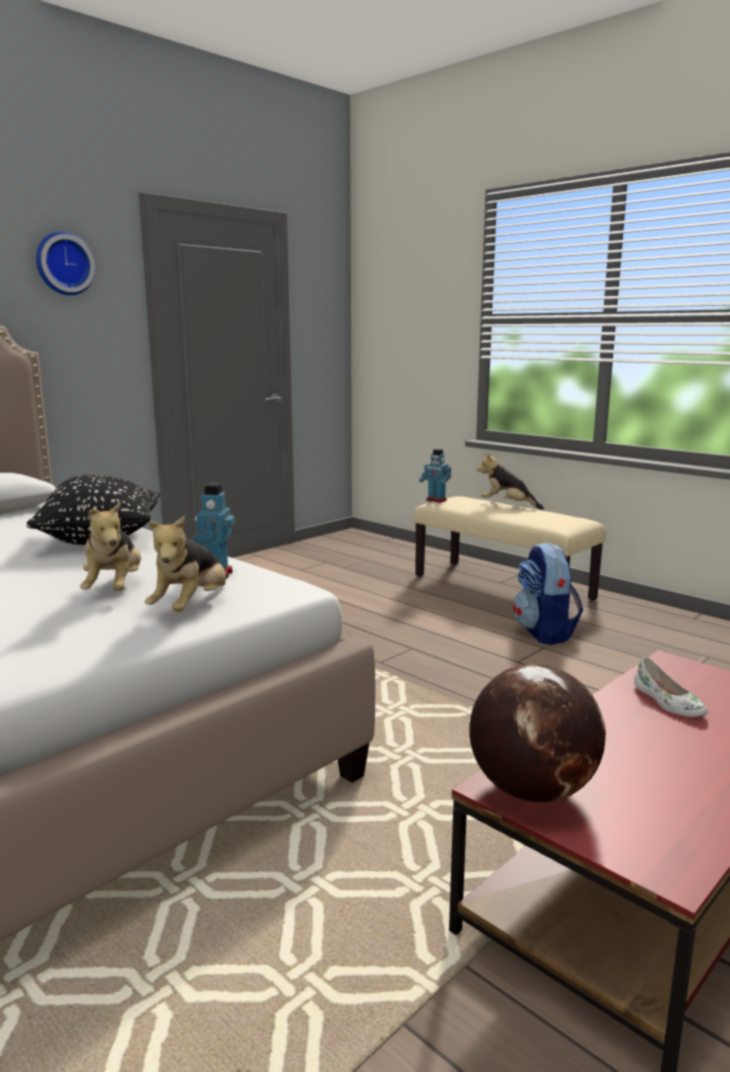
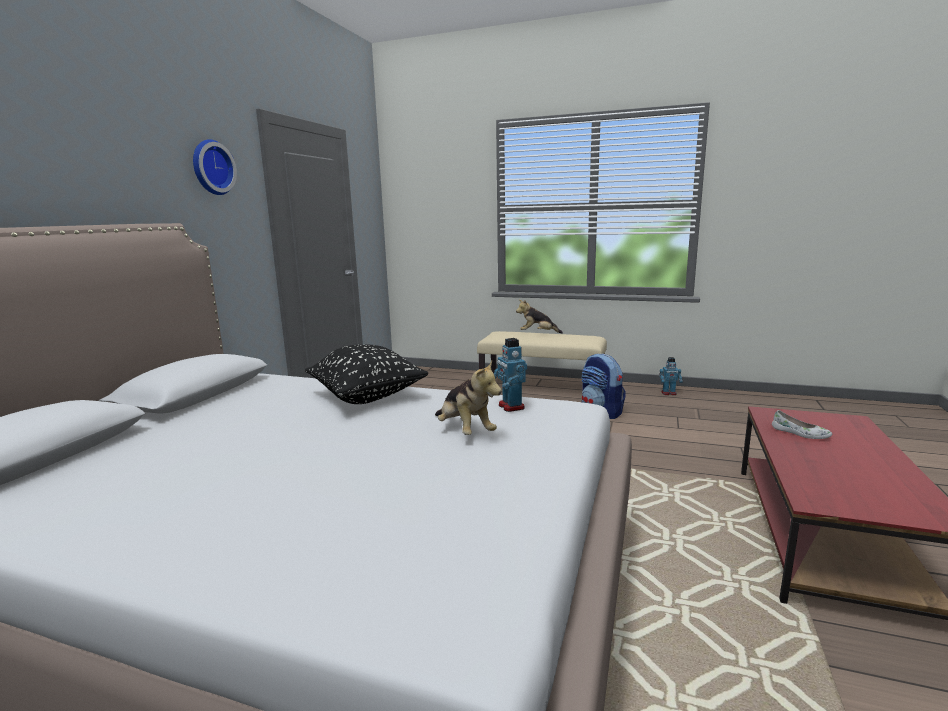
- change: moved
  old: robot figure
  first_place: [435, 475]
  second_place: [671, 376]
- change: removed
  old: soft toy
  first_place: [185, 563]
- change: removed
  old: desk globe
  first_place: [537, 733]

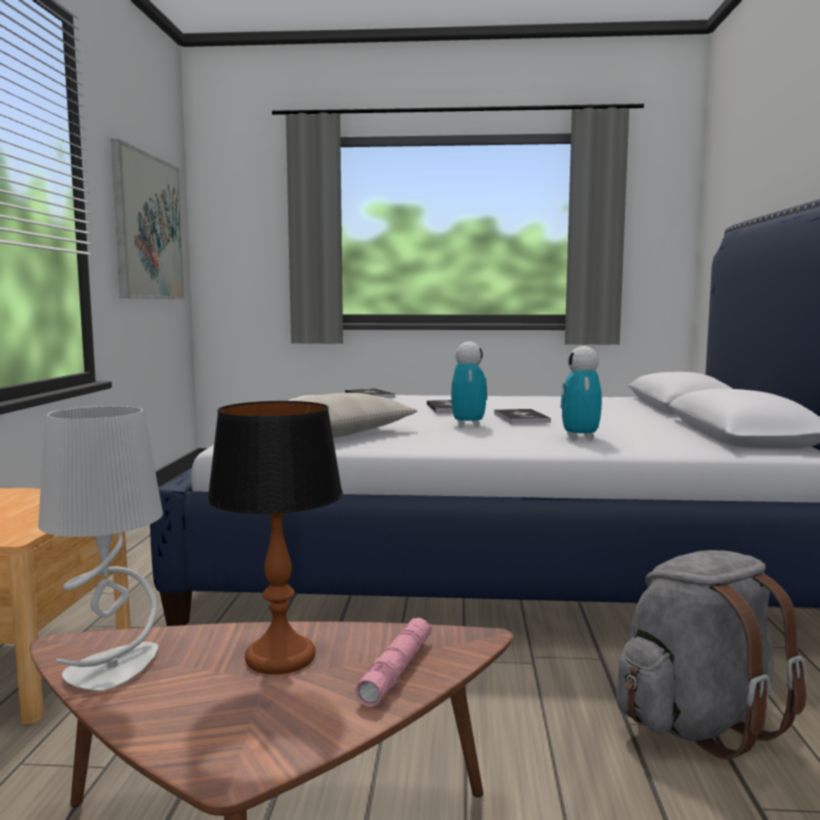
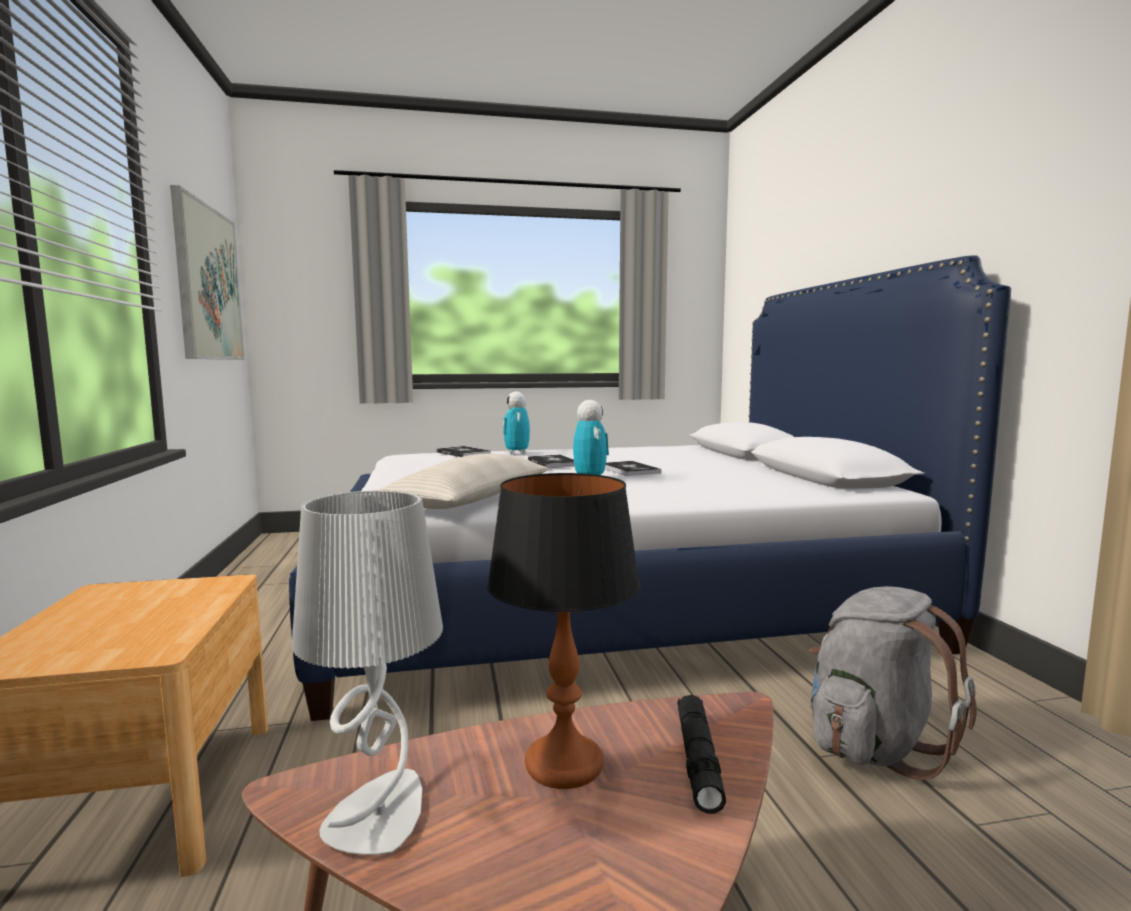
- change: moved
  old: robot figure
  first_place: [581, 393]
  second_place: [516, 422]
- change: recoloured
  old: pink-coloured flashlight
  new: black flashlight
  first_place: [393, 662]
  second_place: [701, 754]

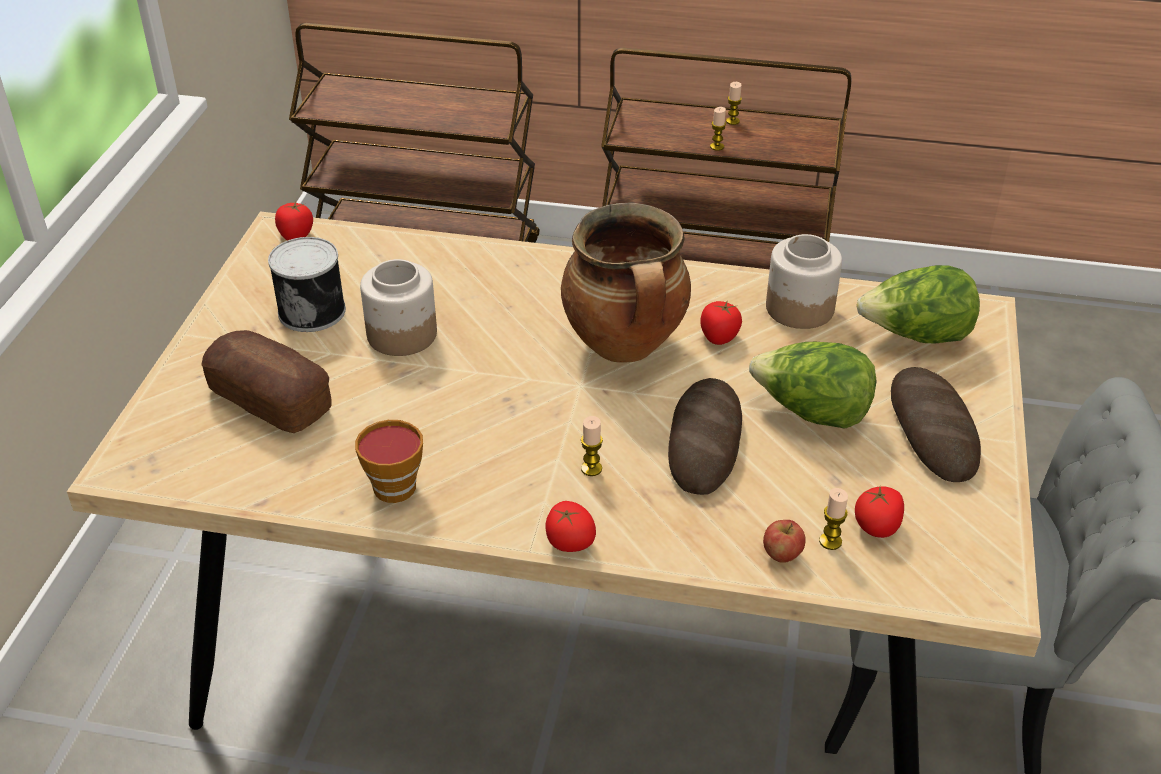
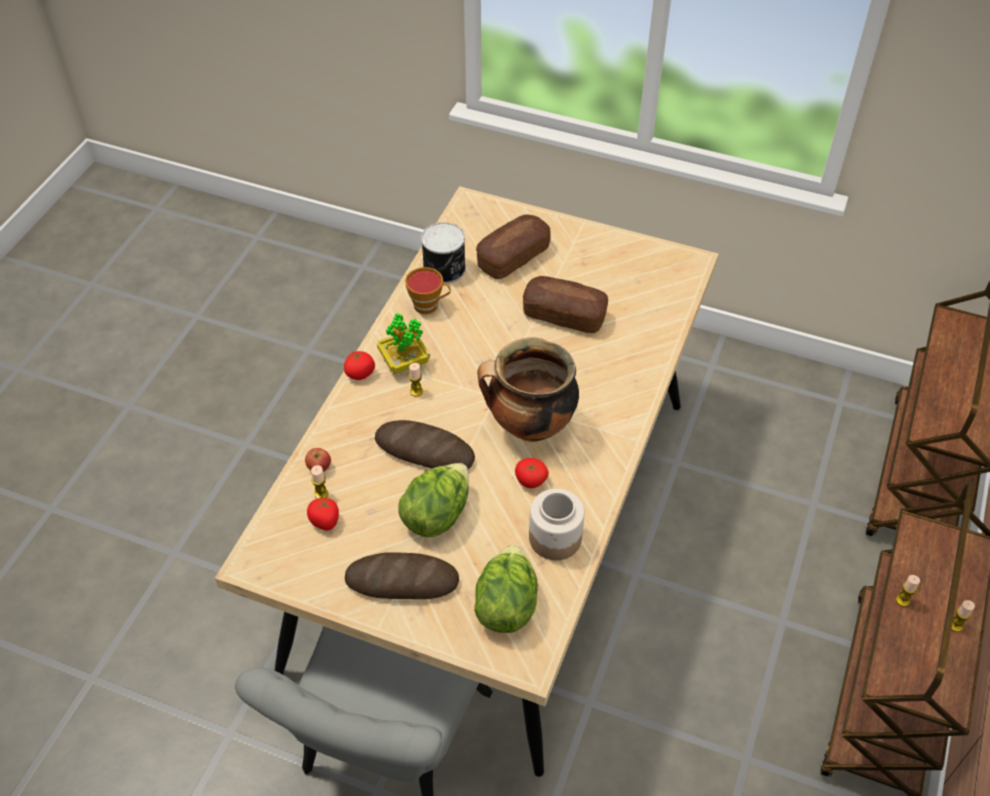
- change: removed
  old: tomato
  first_place: [294, 220]
- change: moved
  old: sealed can
  first_place: [307, 284]
  second_place: [443, 253]
- change: replaced
  old: jar
  new: baked bread
  first_place: [398, 307]
  second_place: [565, 304]
- change: added
  new: plant in a pot
  second_place: [403, 343]

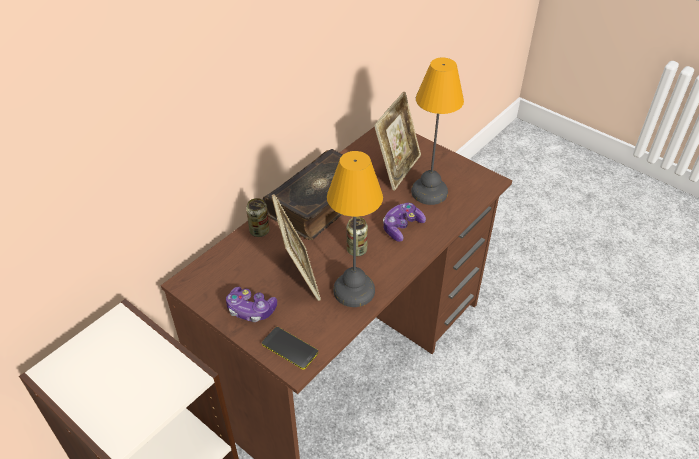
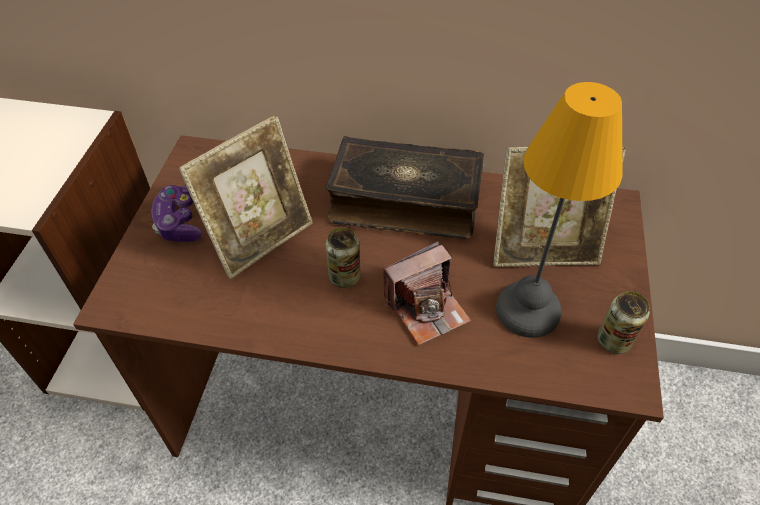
- change: removed
  old: lamp for a table
  first_place: [355, 229]
- change: moved
  old: sealed can
  first_place: [257, 217]
  second_place: [623, 322]
- change: replaced
  old: gamepad
  new: still camera
  first_place: [404, 222]
  second_place: [427, 293]
- change: removed
  old: phone
  first_place: [290, 348]

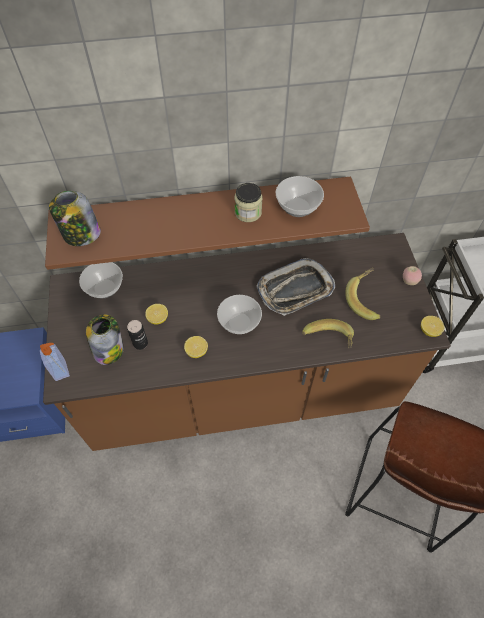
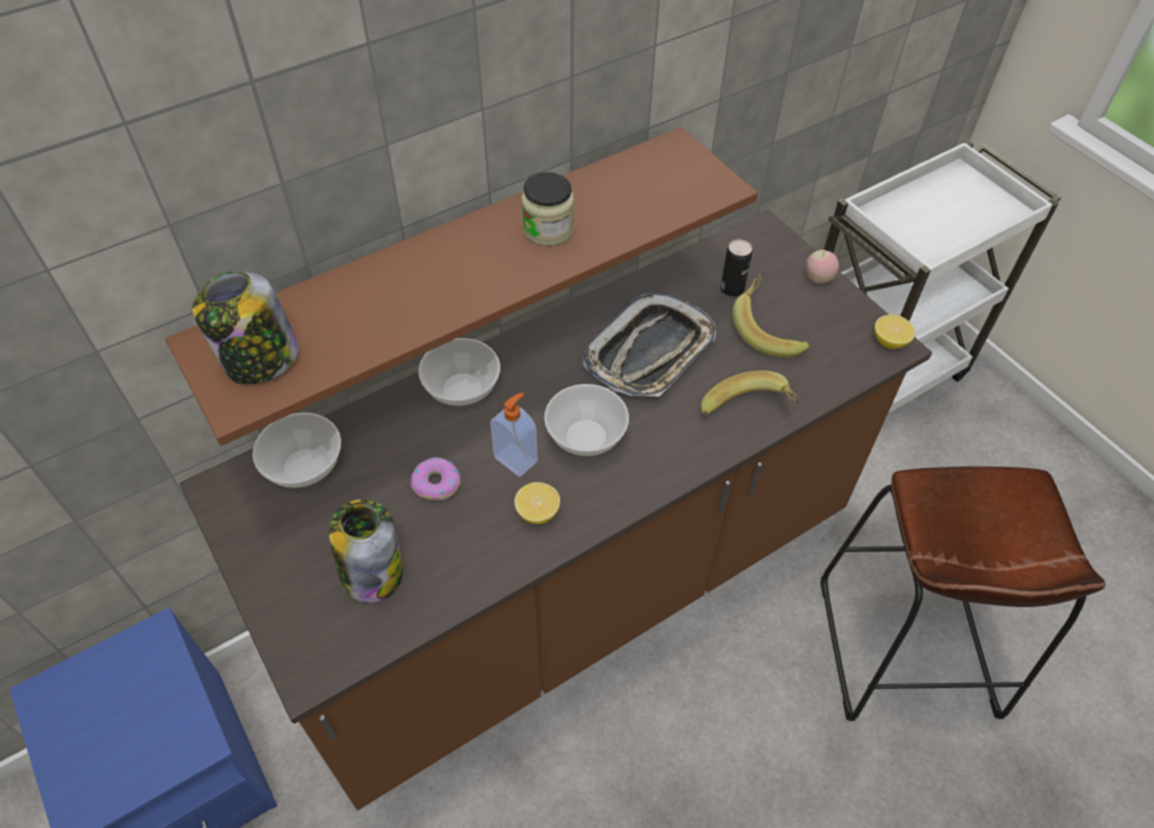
- change: moved
  old: bowl
  first_place: [300, 196]
  second_place: [459, 372]
- change: replaced
  old: lemon
  new: doughnut
  first_place: [156, 314]
  second_place: [435, 479]
- change: moved
  old: sealed can
  first_place: [137, 335]
  second_place: [736, 268]
- change: moved
  old: liquid soap bottle
  first_place: [55, 362]
  second_place: [514, 435]

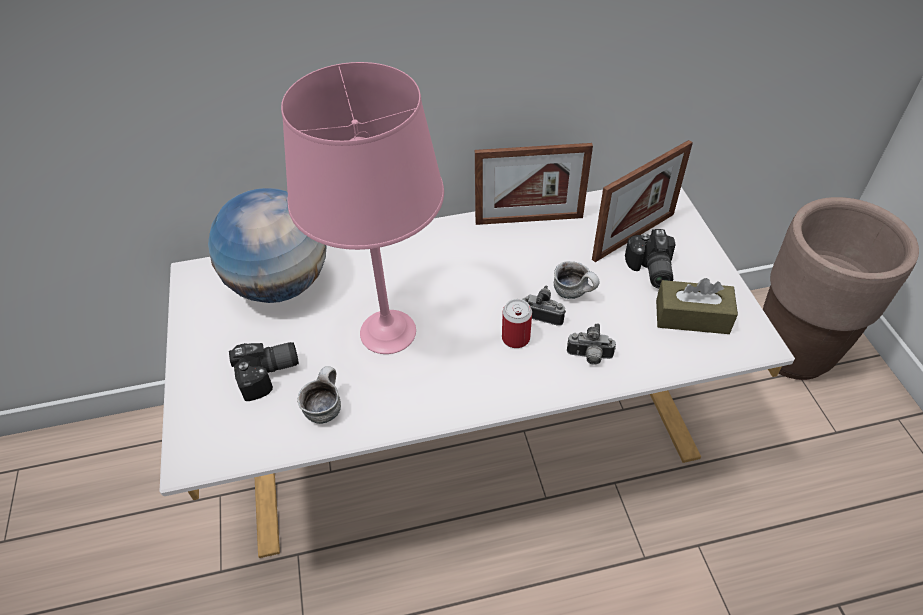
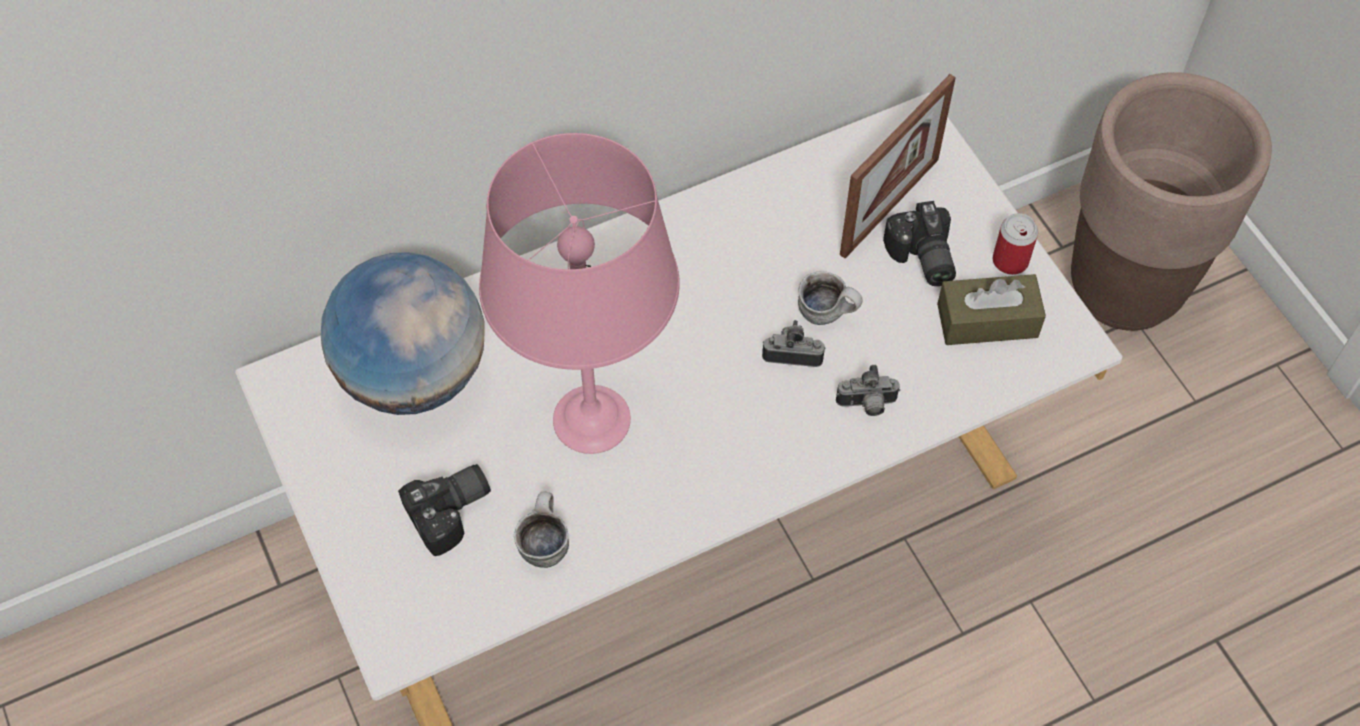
- change: removed
  old: photo frame
  first_place: [534, 184]
- change: moved
  old: sealed can
  first_place: [517, 323]
  second_place: [1015, 244]

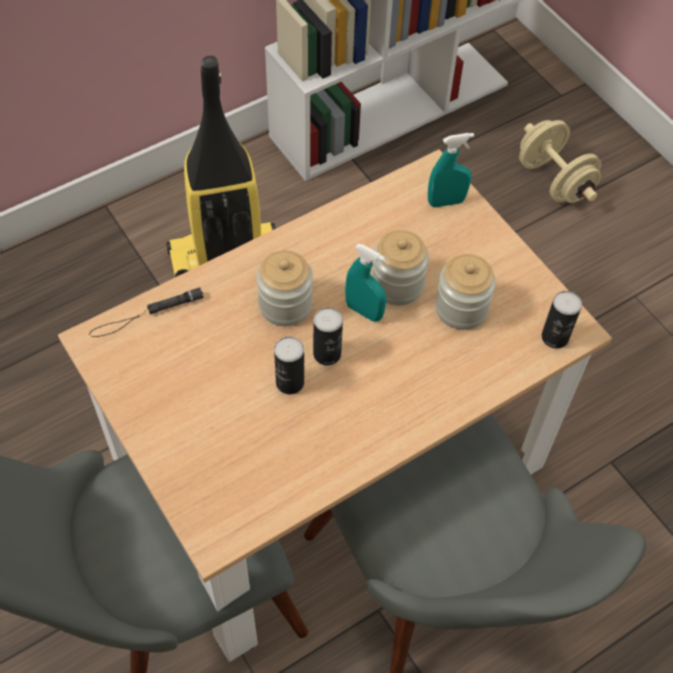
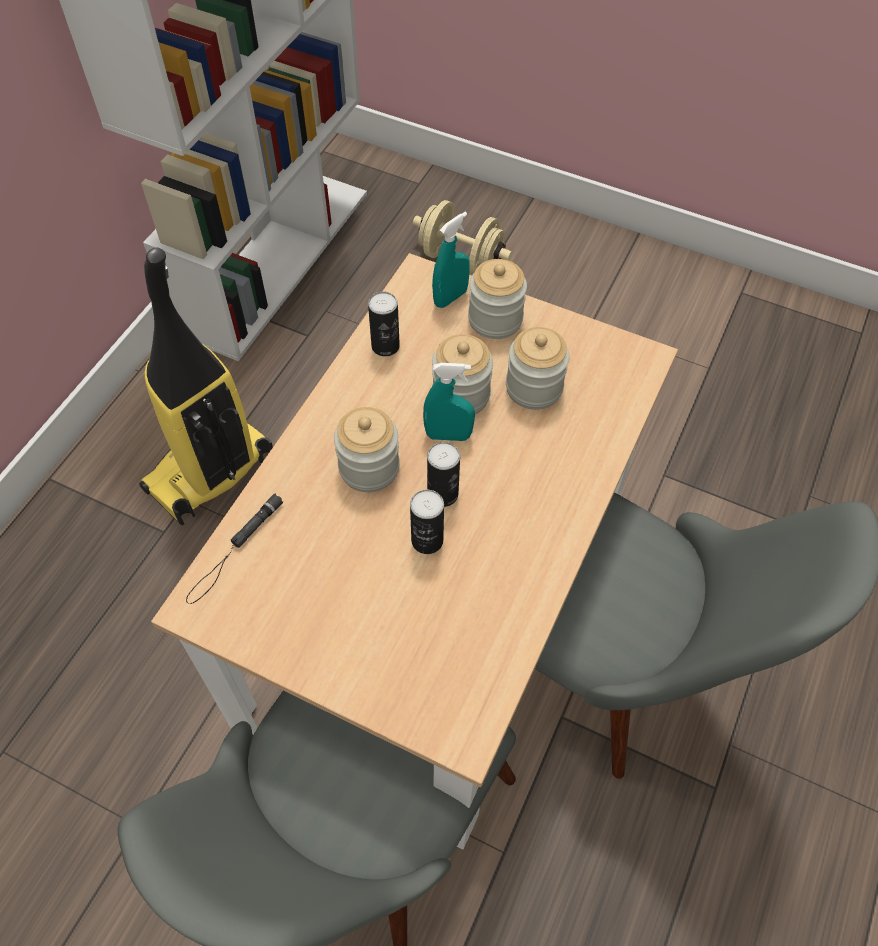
- change: moved
  old: sealed can
  first_place: [561, 320]
  second_place: [384, 324]
- change: added
  new: jar
  second_place: [497, 299]

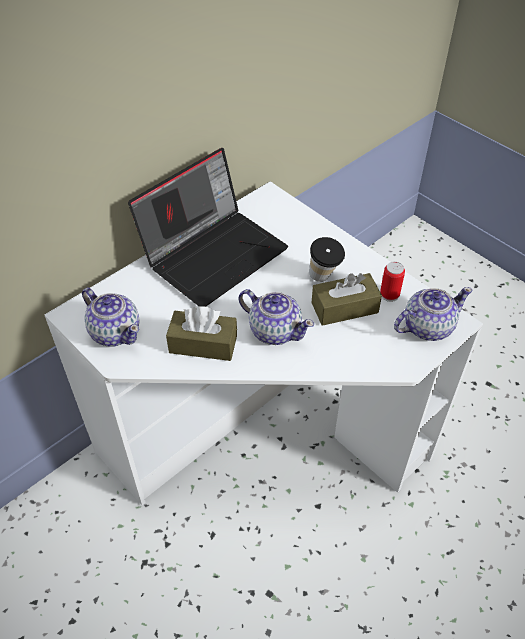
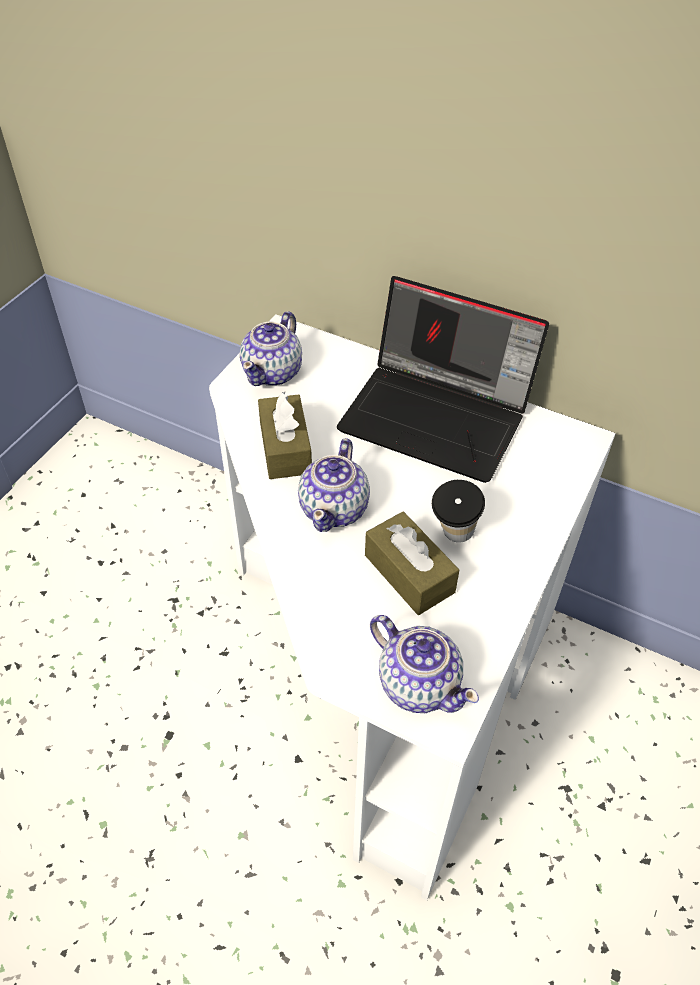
- change: removed
  old: sealed can
  first_place: [392, 281]

